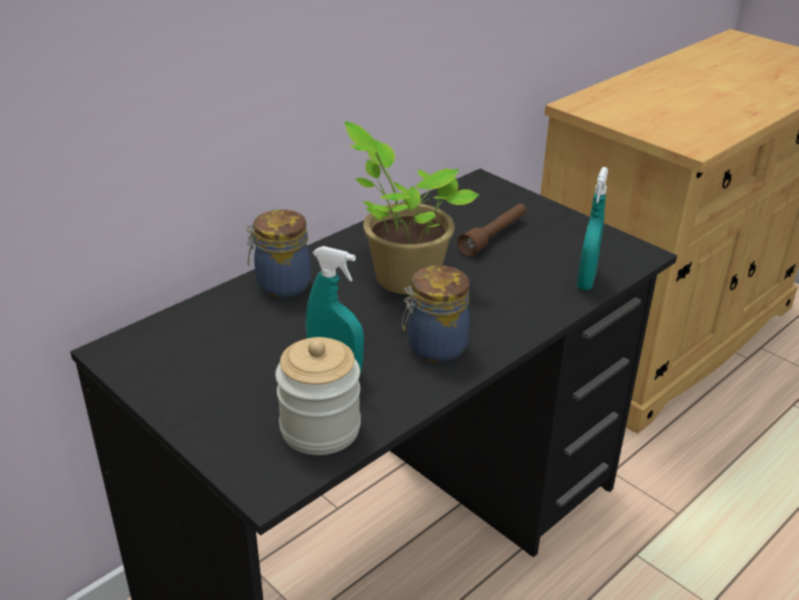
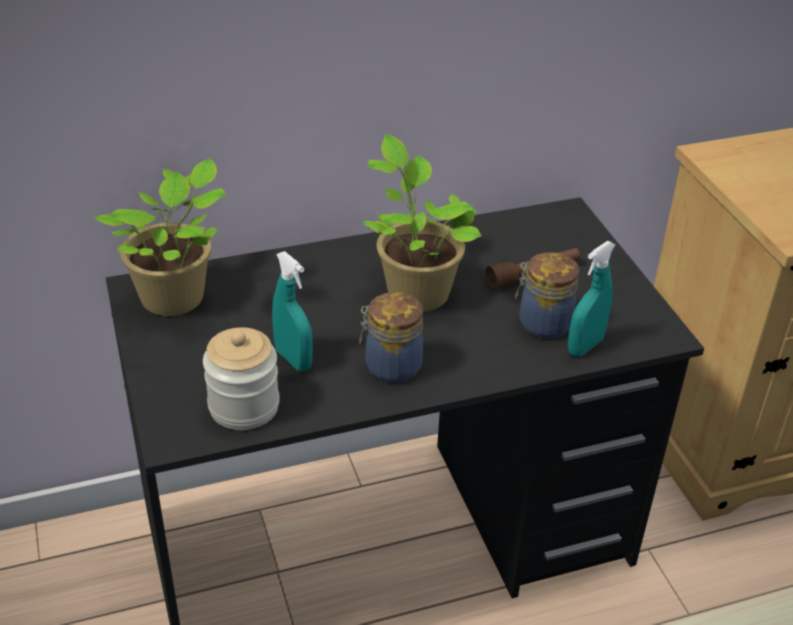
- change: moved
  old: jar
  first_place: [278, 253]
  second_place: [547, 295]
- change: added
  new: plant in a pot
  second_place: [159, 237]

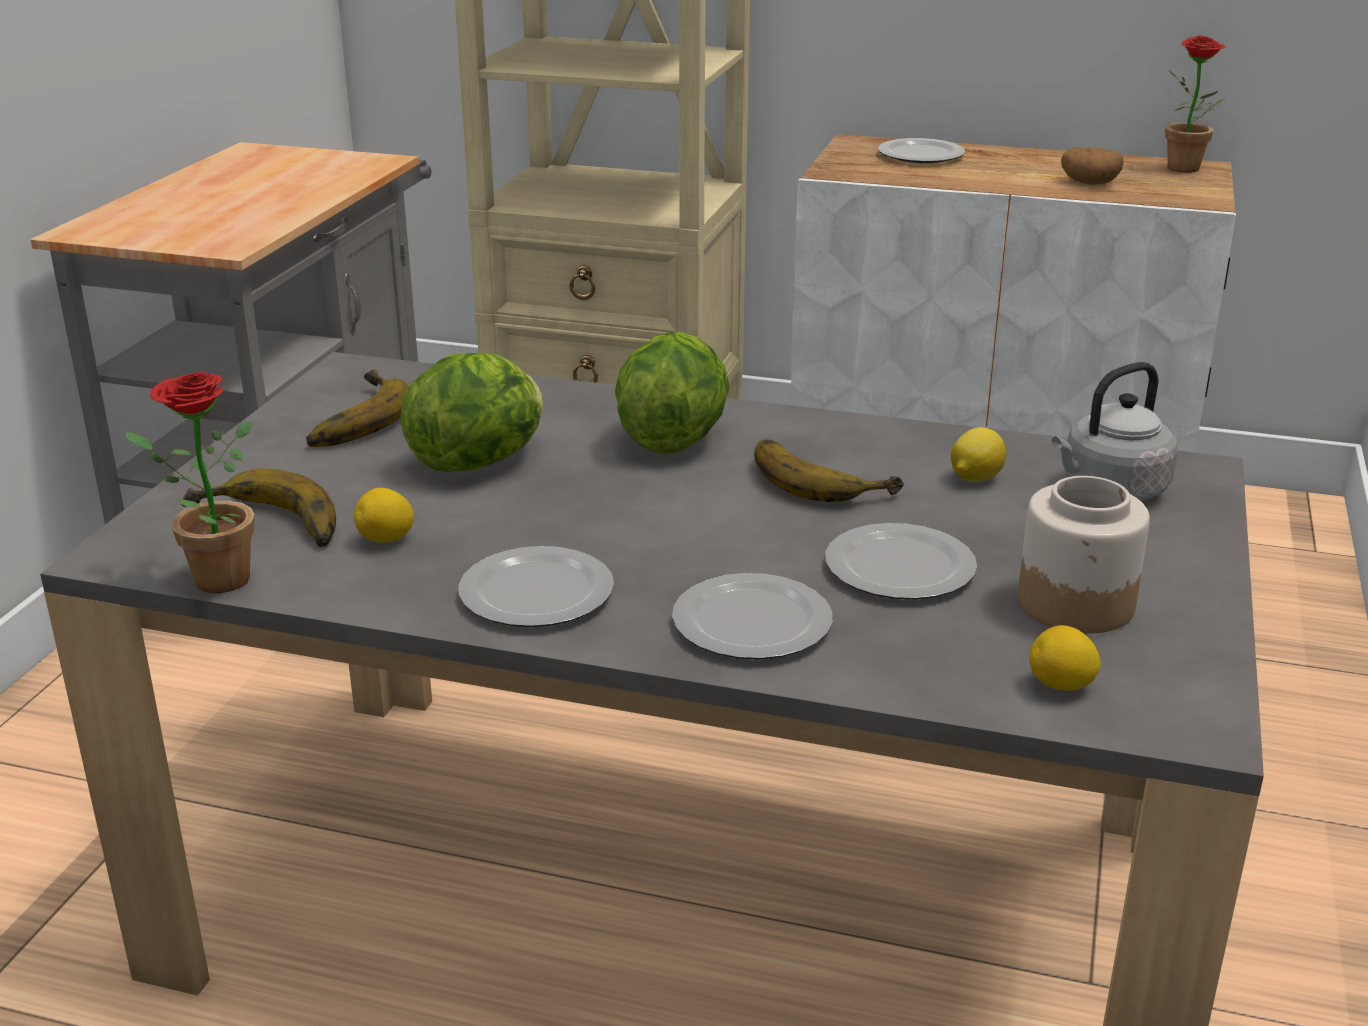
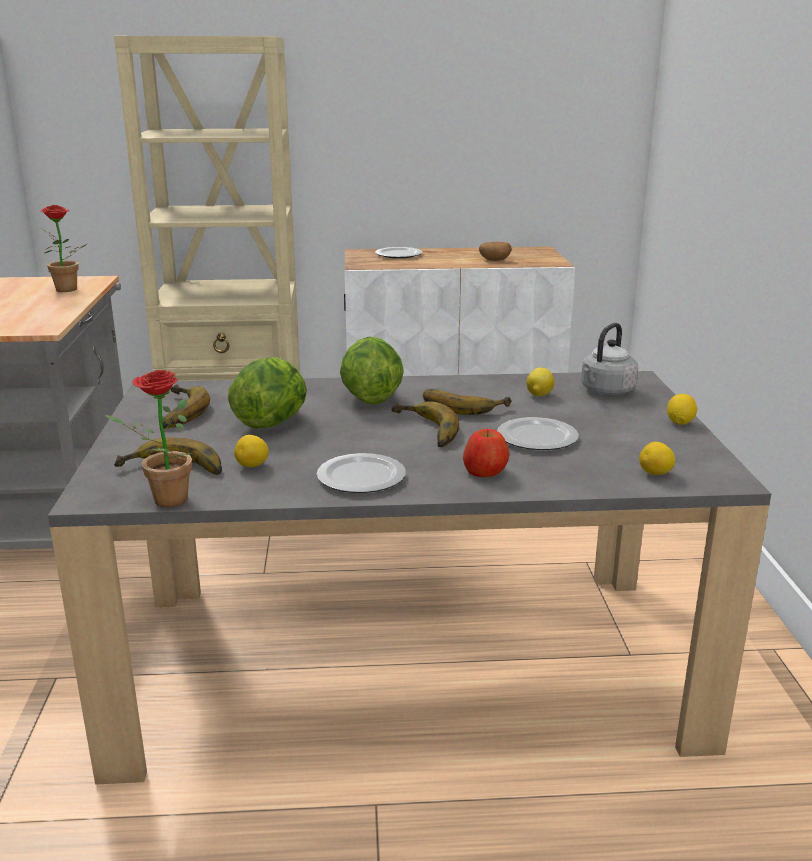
- change: moved
  old: plant in a pot
  first_place: [1195, 104]
  second_place: [63, 248]
- change: removed
  old: jar
  first_place: [1084, 555]
- change: replaced
  old: flat dish
  new: whole apple
  first_place: [752, 616]
  second_place: [486, 453]
- change: added
  new: lemon
  second_place: [682, 409]
- change: added
  new: whole banana
  second_place: [425, 424]

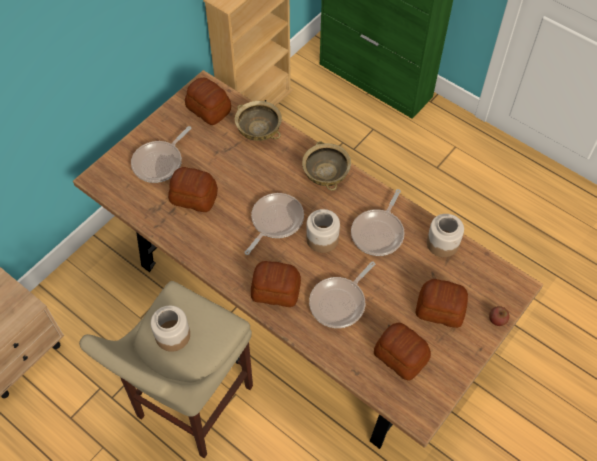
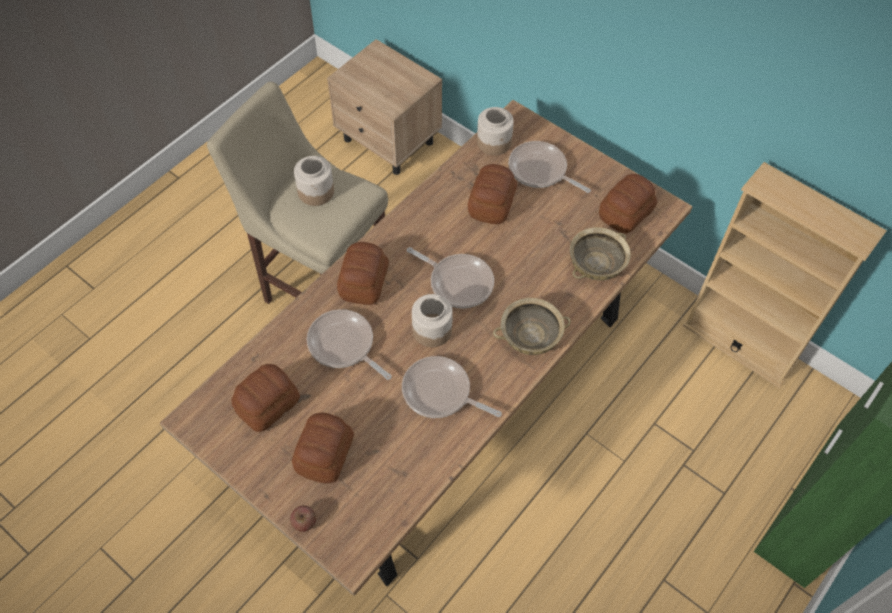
- change: moved
  old: jar
  first_place: [445, 235]
  second_place: [495, 131]

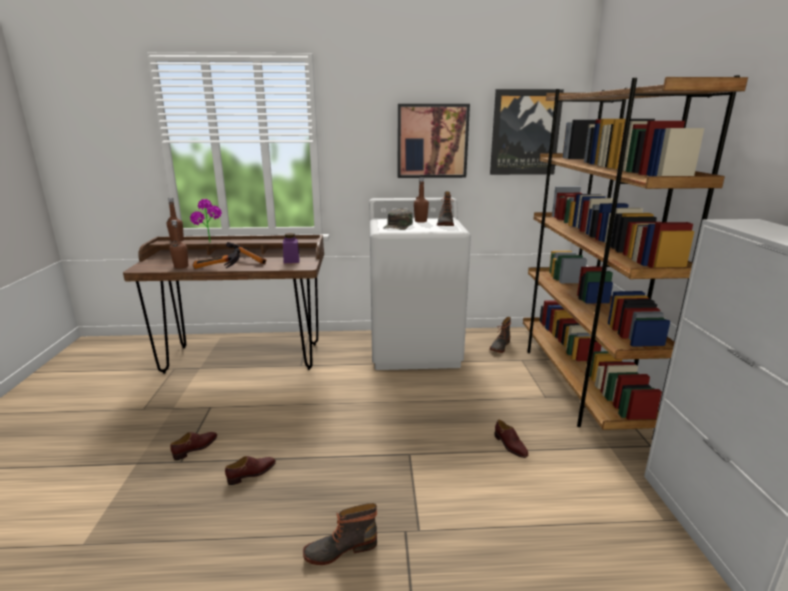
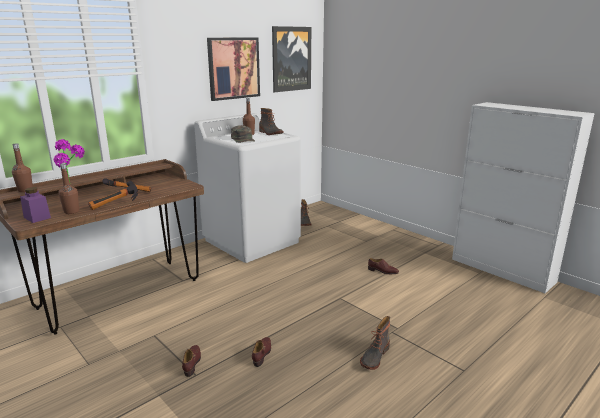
- change: removed
  old: brown bookshelf
  first_place: [635, 257]
- change: moved
  old: purple jar
  first_place: [291, 248]
  second_place: [35, 205]

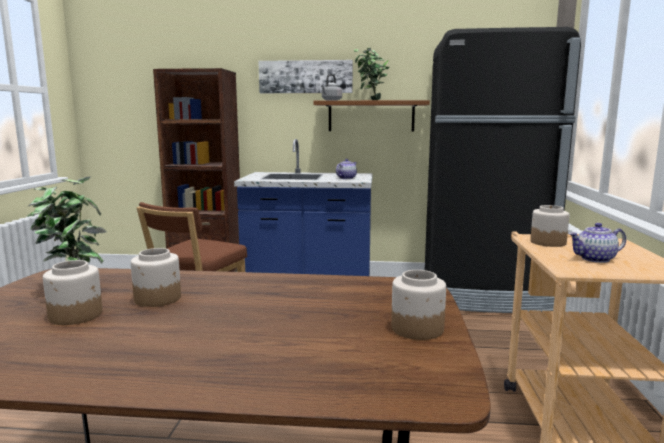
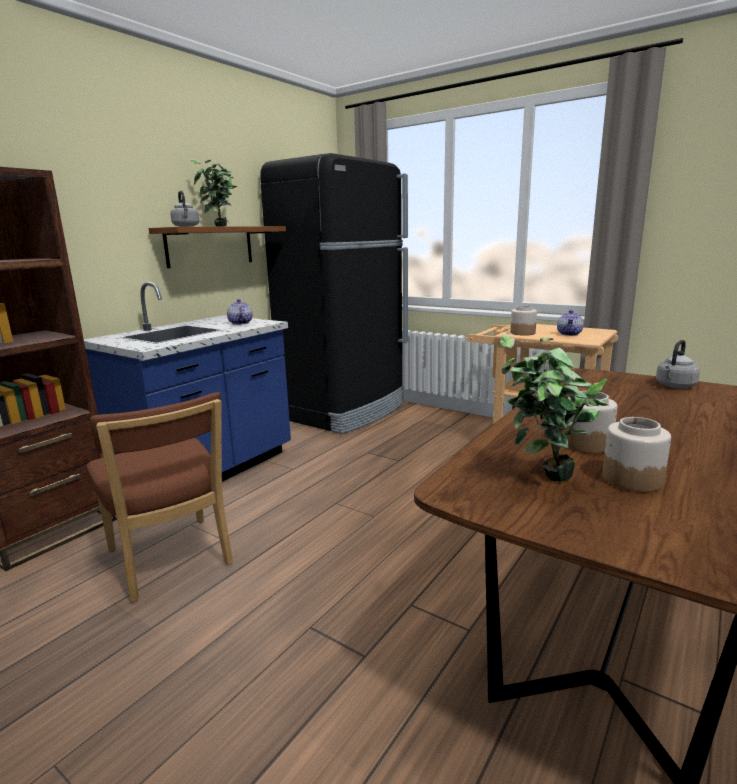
- change: removed
  old: picture
  first_place: [305, 76]
- change: replaced
  old: jar
  new: gray tea kettle
  first_place: [418, 305]
  second_place: [678, 364]

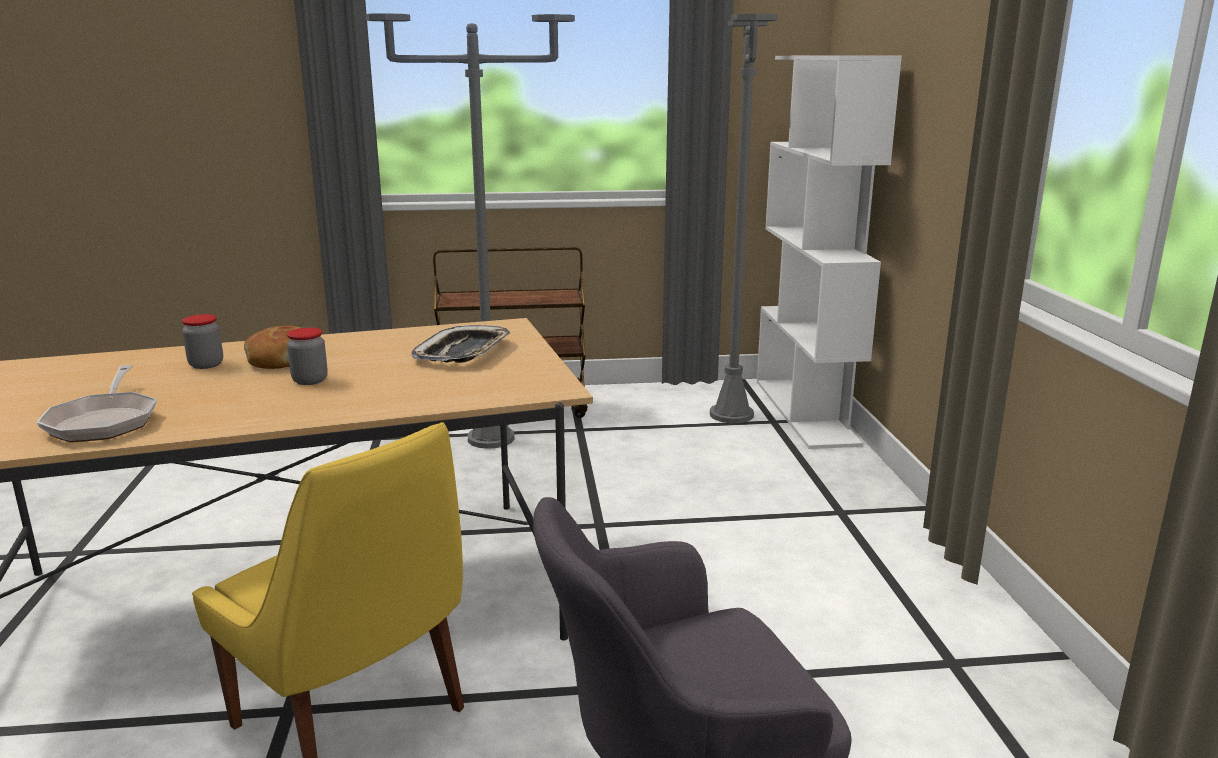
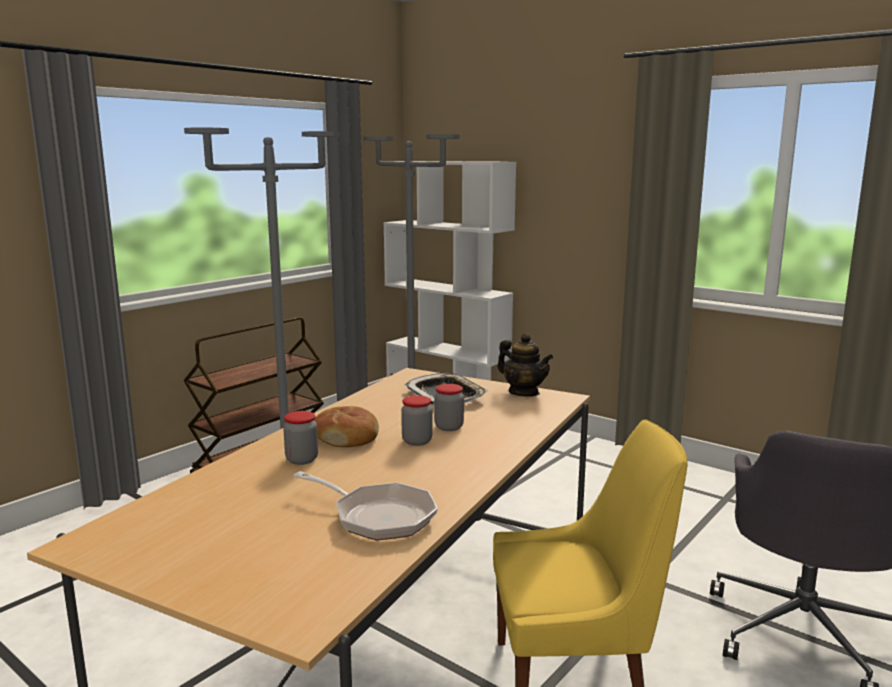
- change: added
  new: teapot
  second_place: [525, 365]
- change: added
  new: jar
  second_place: [449, 407]

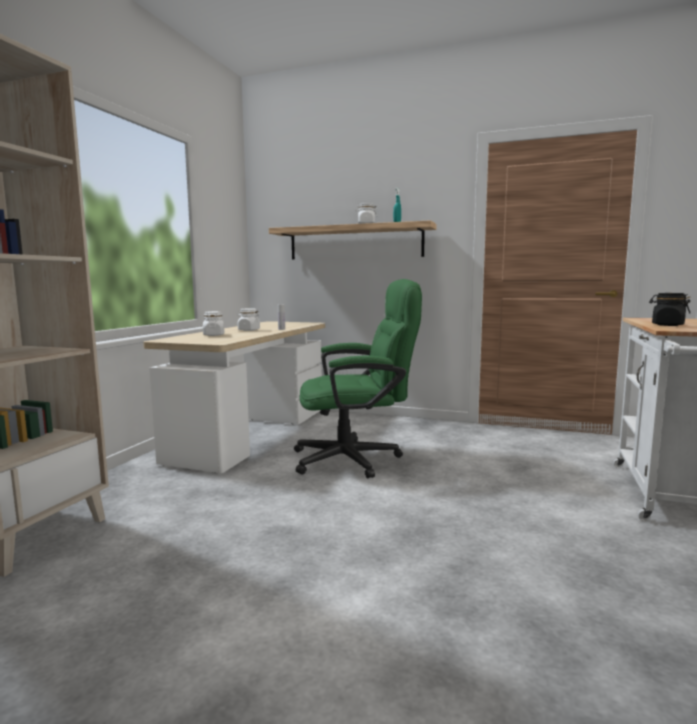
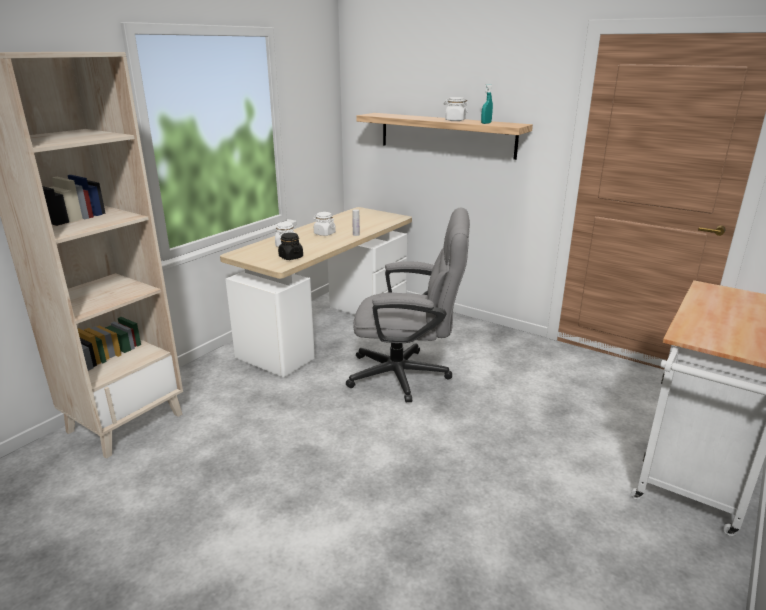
- change: recoloured
  old: greenish office chair
  new: gray office chair
  first_place: [358, 379]
  second_place: [408, 305]
- change: moved
  old: black jar
  first_place: [669, 309]
  second_place: [290, 246]

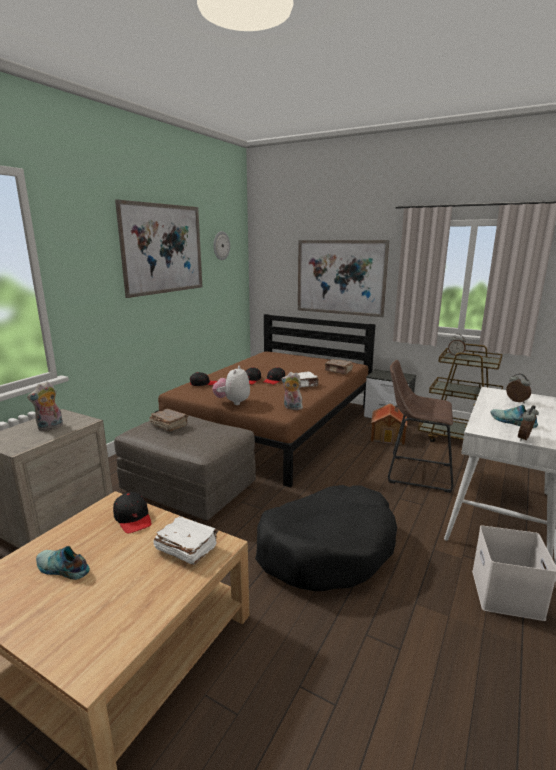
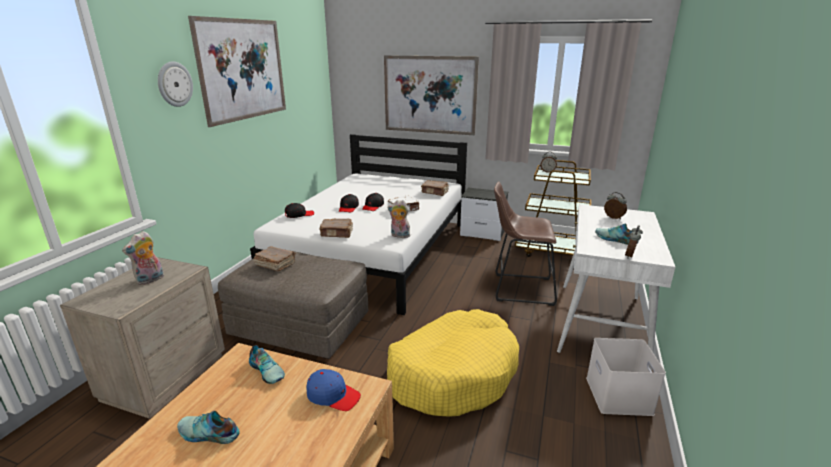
- change: moved
  old: hanging clock
  first_place: [221, 245]
  second_place: [175, 84]
- change: recoloured
  old: brown bedroom bed
  new: white bedroom bed
  first_place: [265, 401]
  second_place: [358, 224]
- change: replaced
  old: soft toy
  new: brown bound book
  first_place: [231, 385]
  second_place: [336, 228]
- change: removed
  old: miniature house
  first_place: [389, 424]
- change: recoloured
  old: black dog bed
  new: yellowish dog bed
  first_place: [326, 538]
  second_place: [453, 363]
- change: replaced
  old: black baseball cap
  new: shoe
  first_place: [132, 513]
  second_place: [267, 364]
- change: replaced
  old: white bound book
  new: blue baseball cap
  first_place: [186, 540]
  second_place: [334, 390]

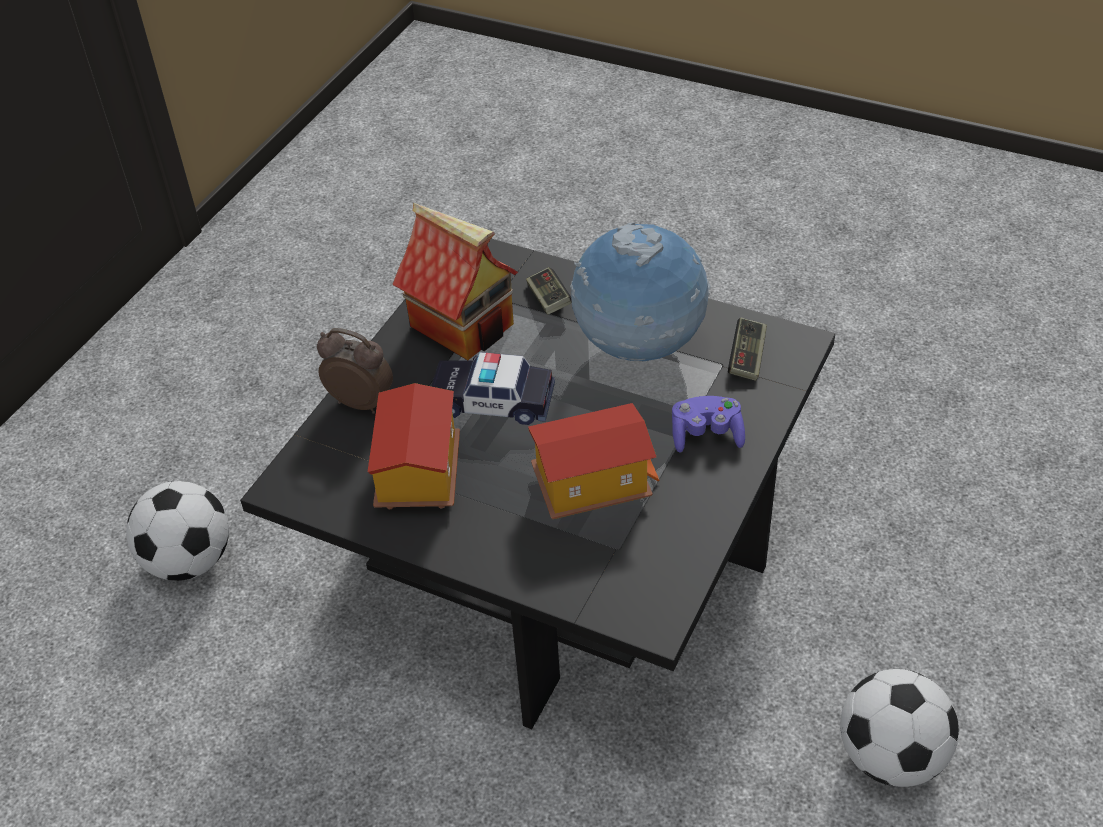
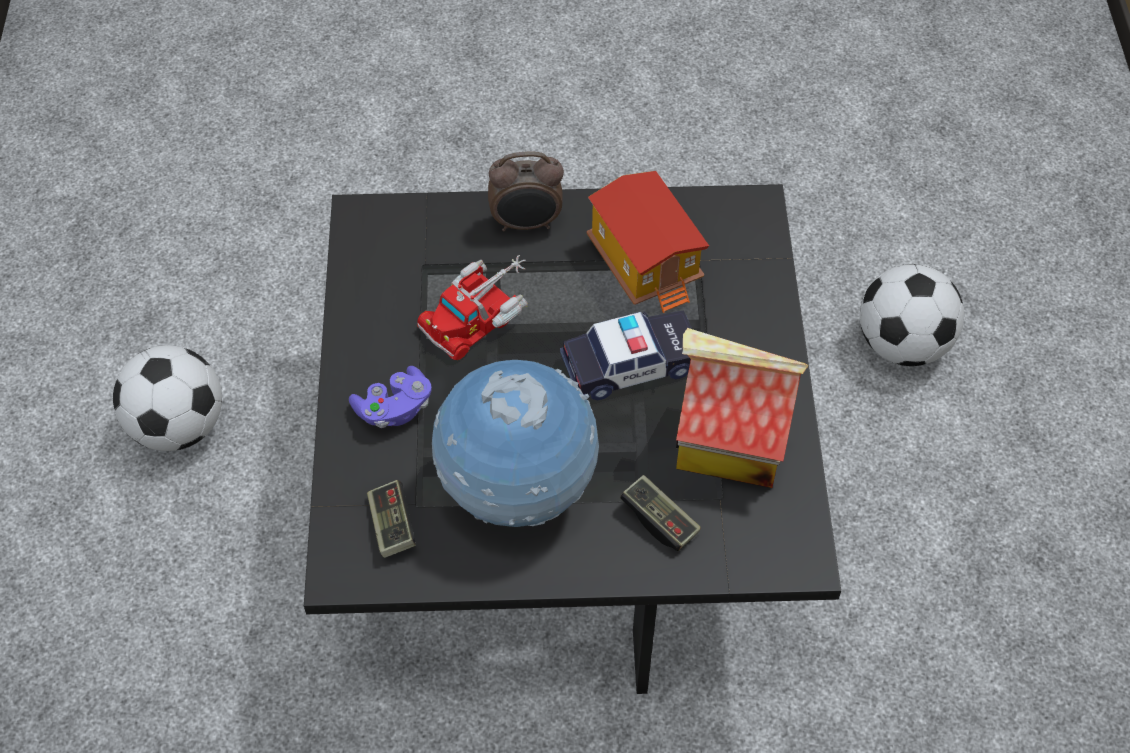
- change: moved
  old: table clock
  first_place: [355, 371]
  second_place: [526, 192]
- change: replaced
  old: miniature house
  new: model truck
  first_place: [593, 461]
  second_place: [472, 307]

